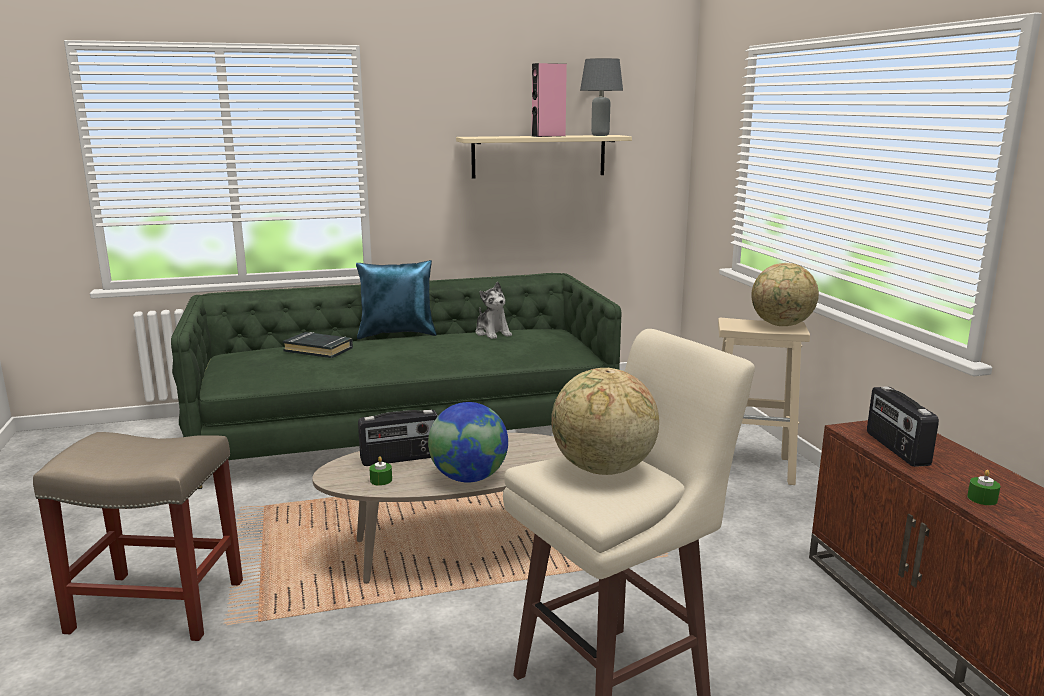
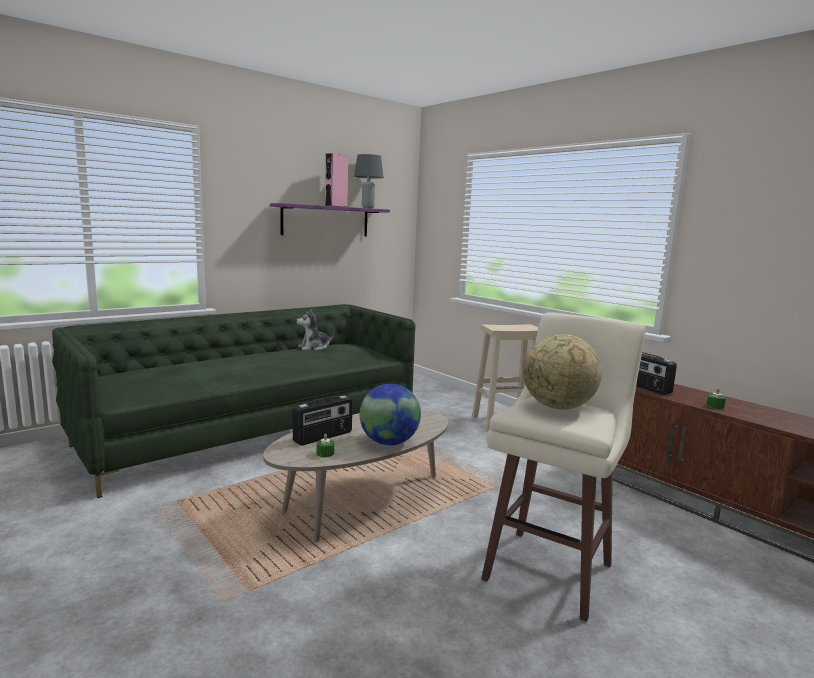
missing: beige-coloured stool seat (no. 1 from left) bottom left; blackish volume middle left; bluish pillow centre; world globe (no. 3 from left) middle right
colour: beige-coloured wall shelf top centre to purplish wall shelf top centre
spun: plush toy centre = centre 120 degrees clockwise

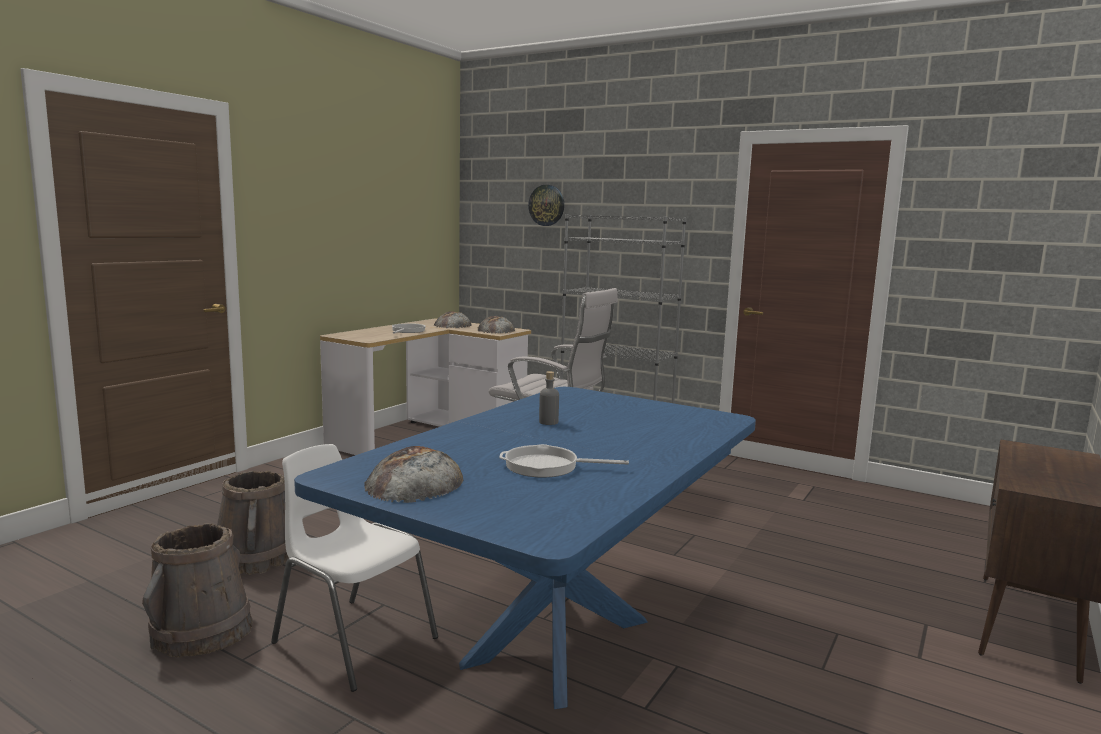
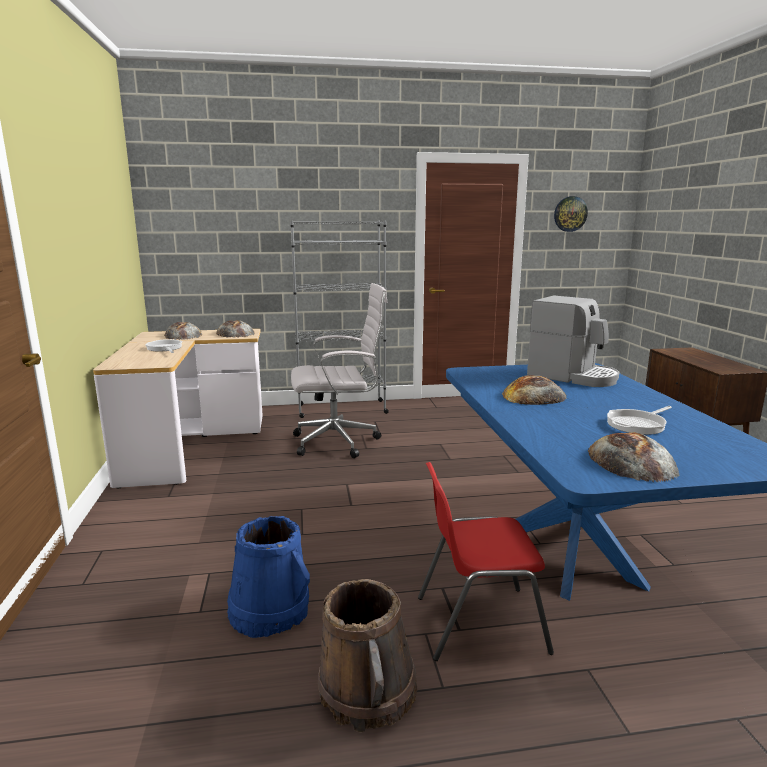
appeared: coffee maker middle right
relocated: hanging clock top centre to top right
exchanged: gray drink bottle centre to bakery bread (no. 3 from left) middle right
colour: brown-coloured pail (no. 2 from left) bottom left to bluish pail bottom centre; white-coloured chair bottom left to red-coloured chair bottom centre

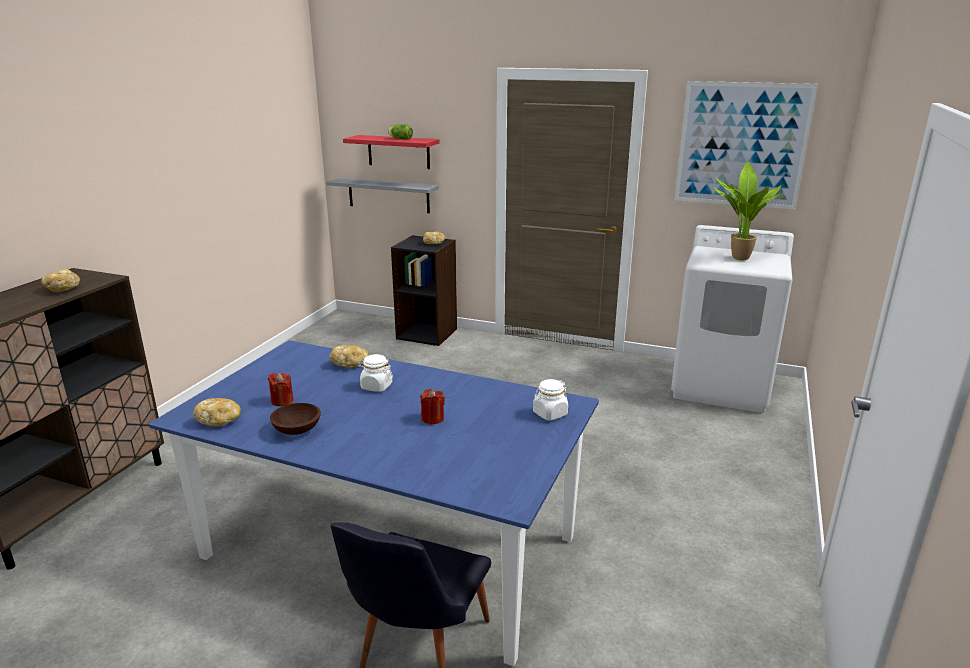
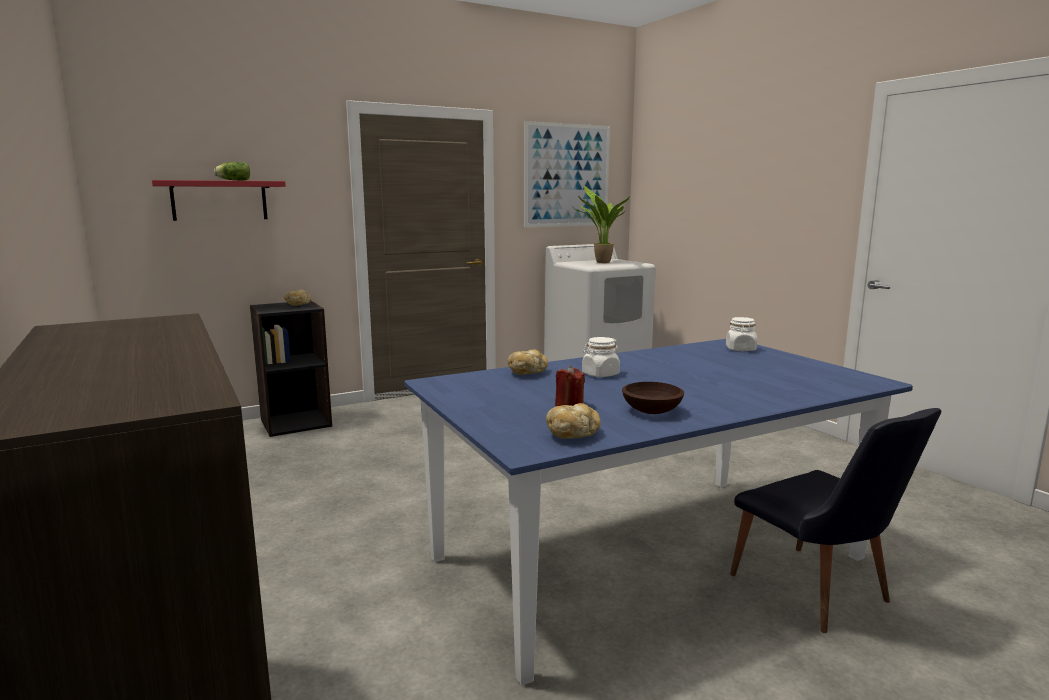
missing: bakery bread (no. 1 from left) middle left; gray wall shelf top centre; red-coloured wax light (no. 2 from left) centre

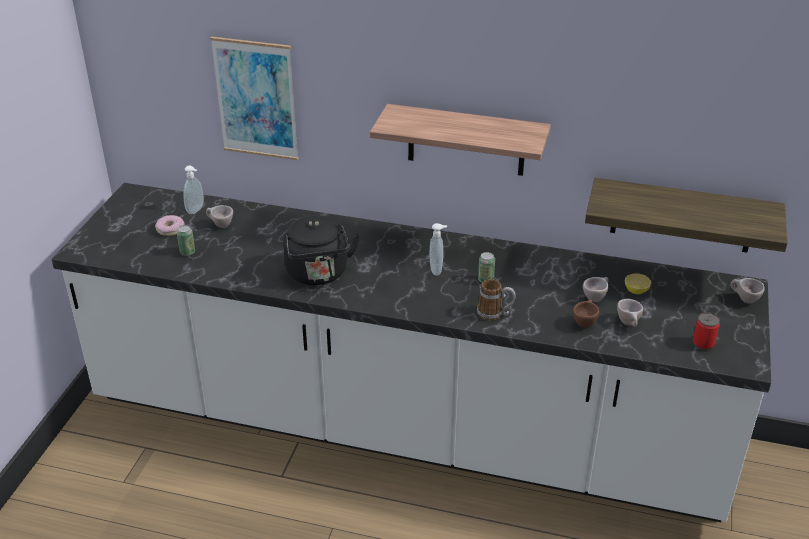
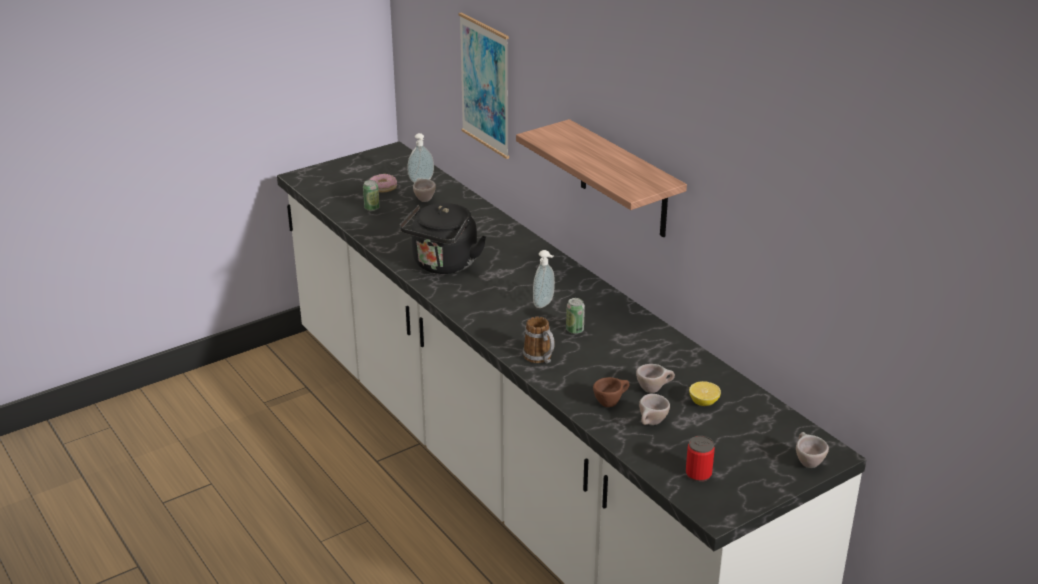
missing: wall shelf (no. 2 from left) middle right

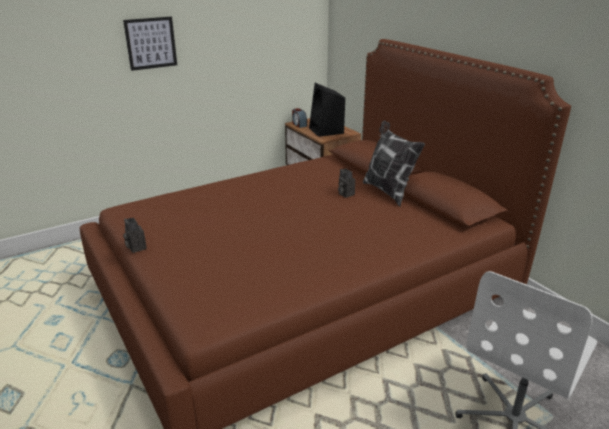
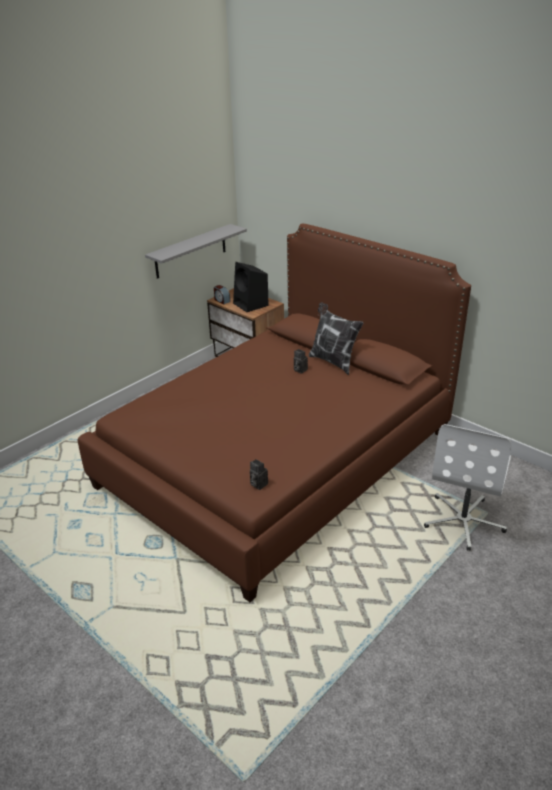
missing: picture top left
appeared: gray wall shelf top centre
relocated: photo camera (no. 1 from left) middle left to centre

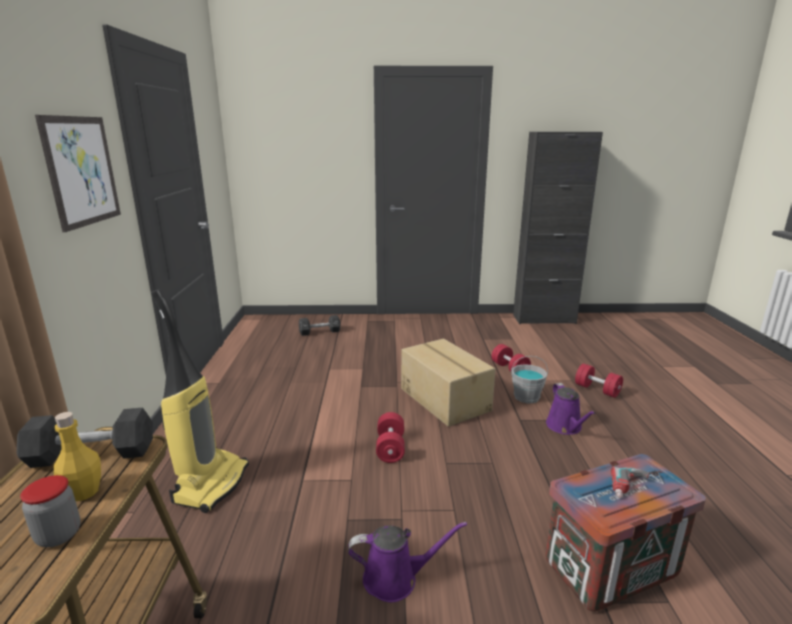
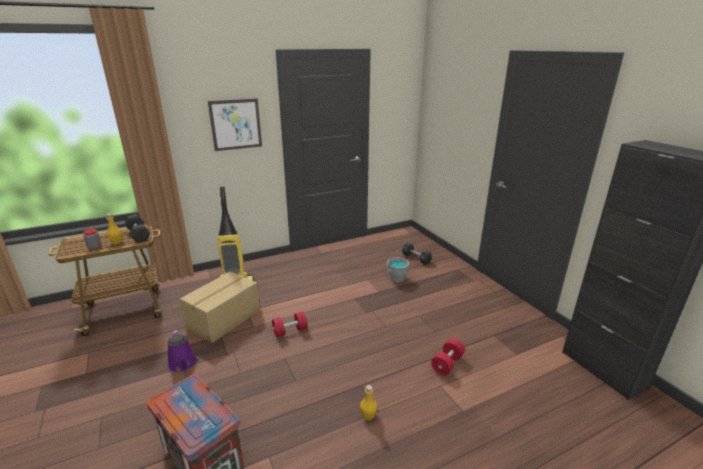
missing: red-coloured dumbbell (no. 3 from left) middle right; electric drill bottom right
relocated: cardboard box centre to middle left; gray pail middle right to centre
exchanged: purplish watering can (no. 2 from left) middle right to yellow drink bottle (no. 2 from left) bottom centre

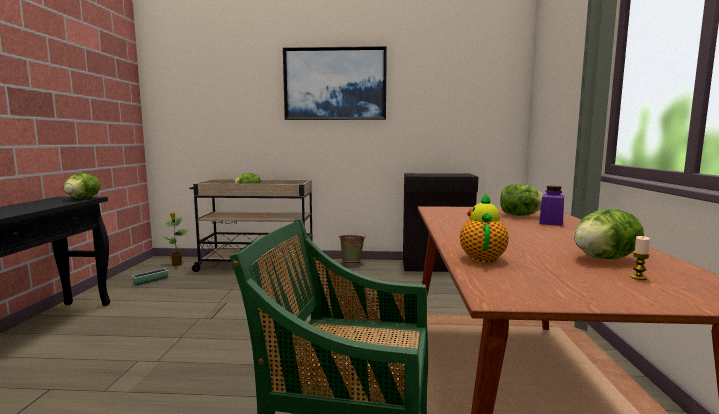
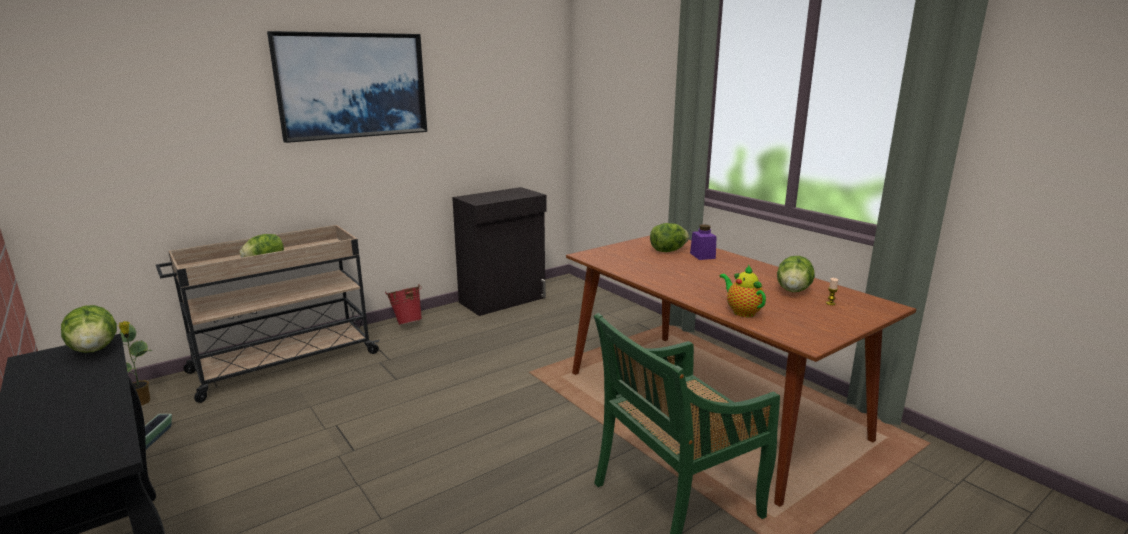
colour: green pail centre to red-coloured pail centre

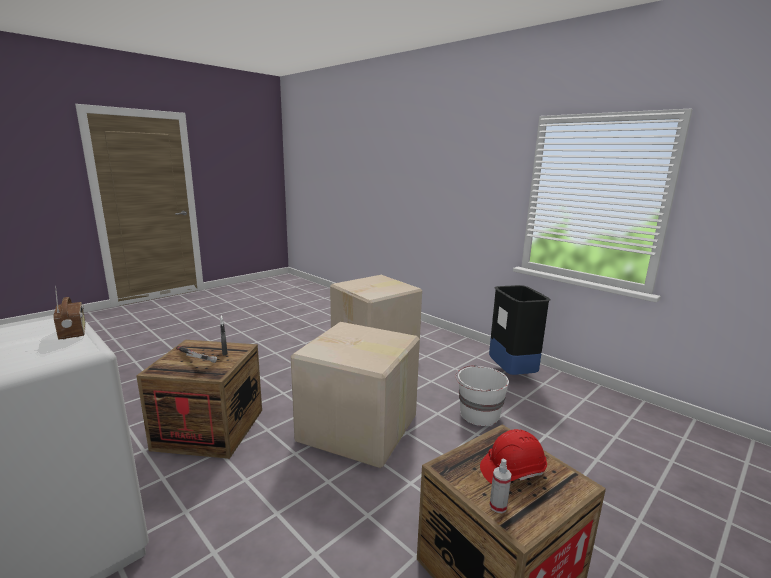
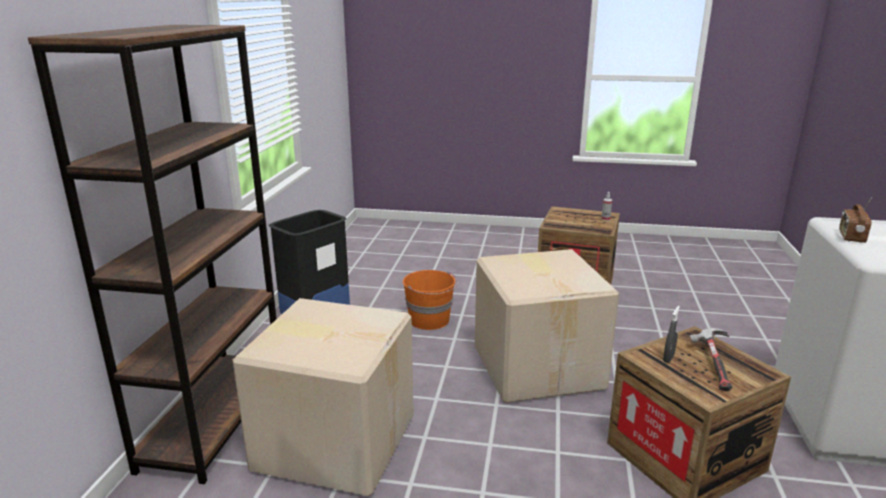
missing: red-coloured safety helmet bottom centre
appeared: brown-coloured bookcase middle left
colour: white-coloured pail bottom centre to orange pail centre

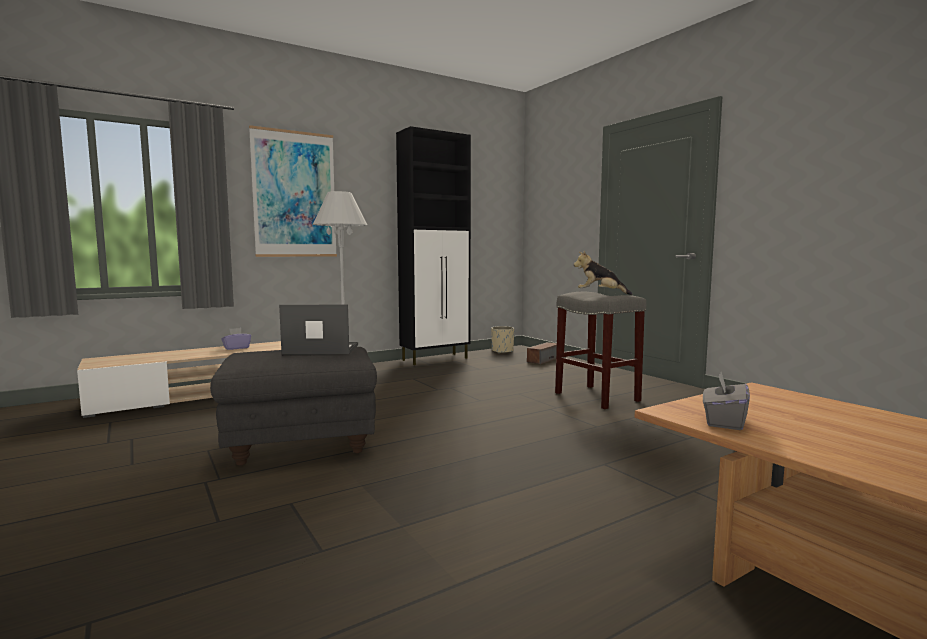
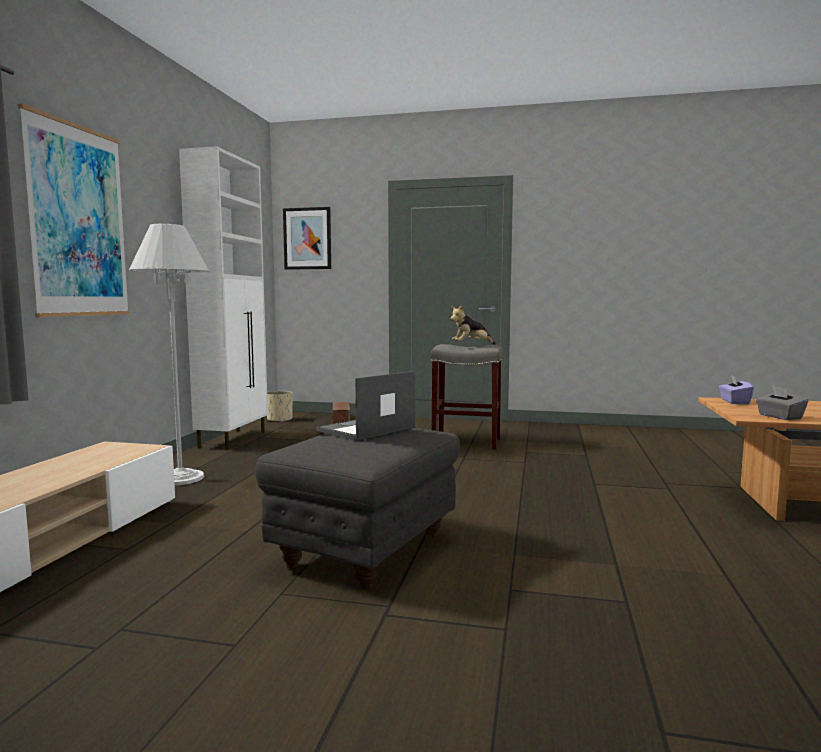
appeared: picture (no. 2 from left) top centre
relocated: purplish box of tissues middle left to middle right
colour: blackish cupboard centre to white-coloured cupboard middle left

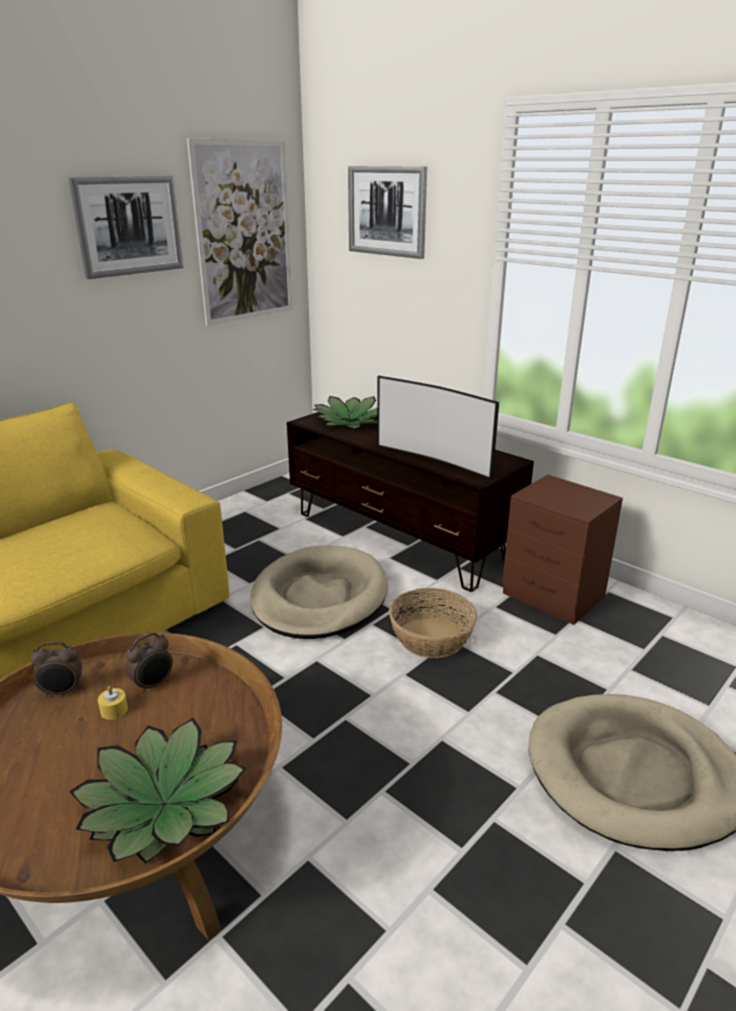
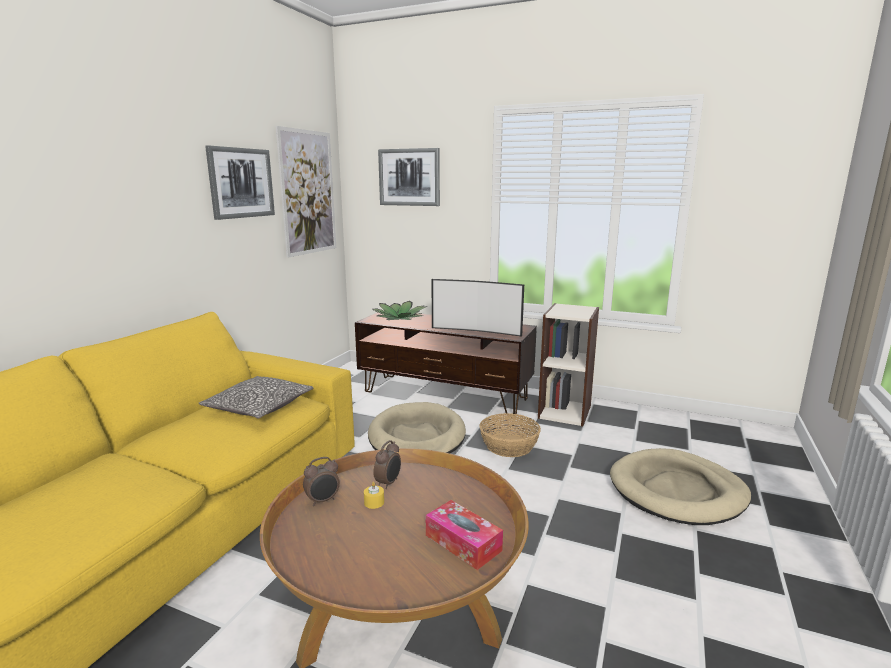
appeared: pillow middle left
exchanged: potted plant (no. 1 from left) bottom left to box of tissues bottom centre; brown-coloured night table middle right to bookcase centre

